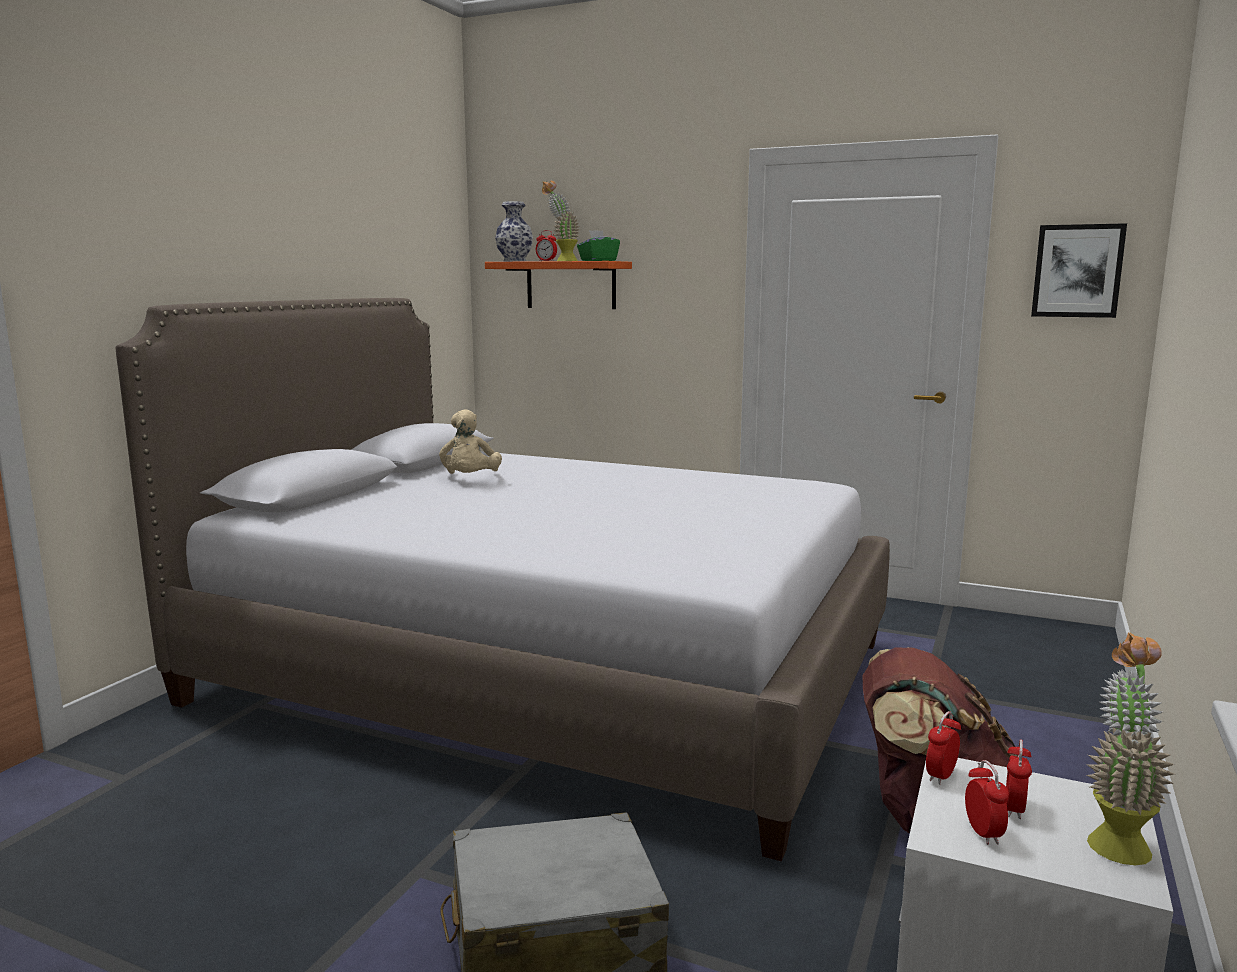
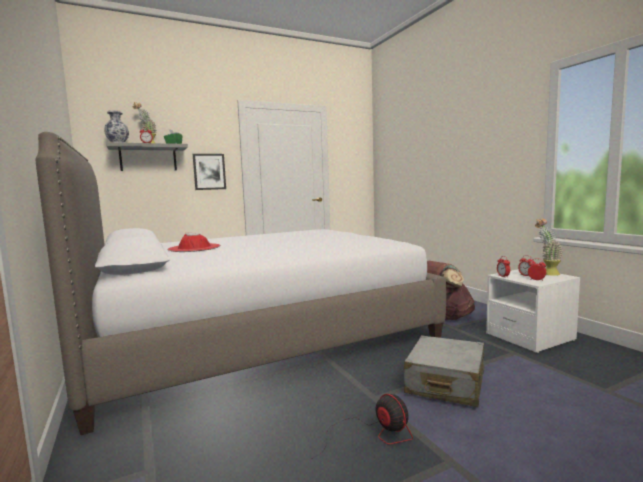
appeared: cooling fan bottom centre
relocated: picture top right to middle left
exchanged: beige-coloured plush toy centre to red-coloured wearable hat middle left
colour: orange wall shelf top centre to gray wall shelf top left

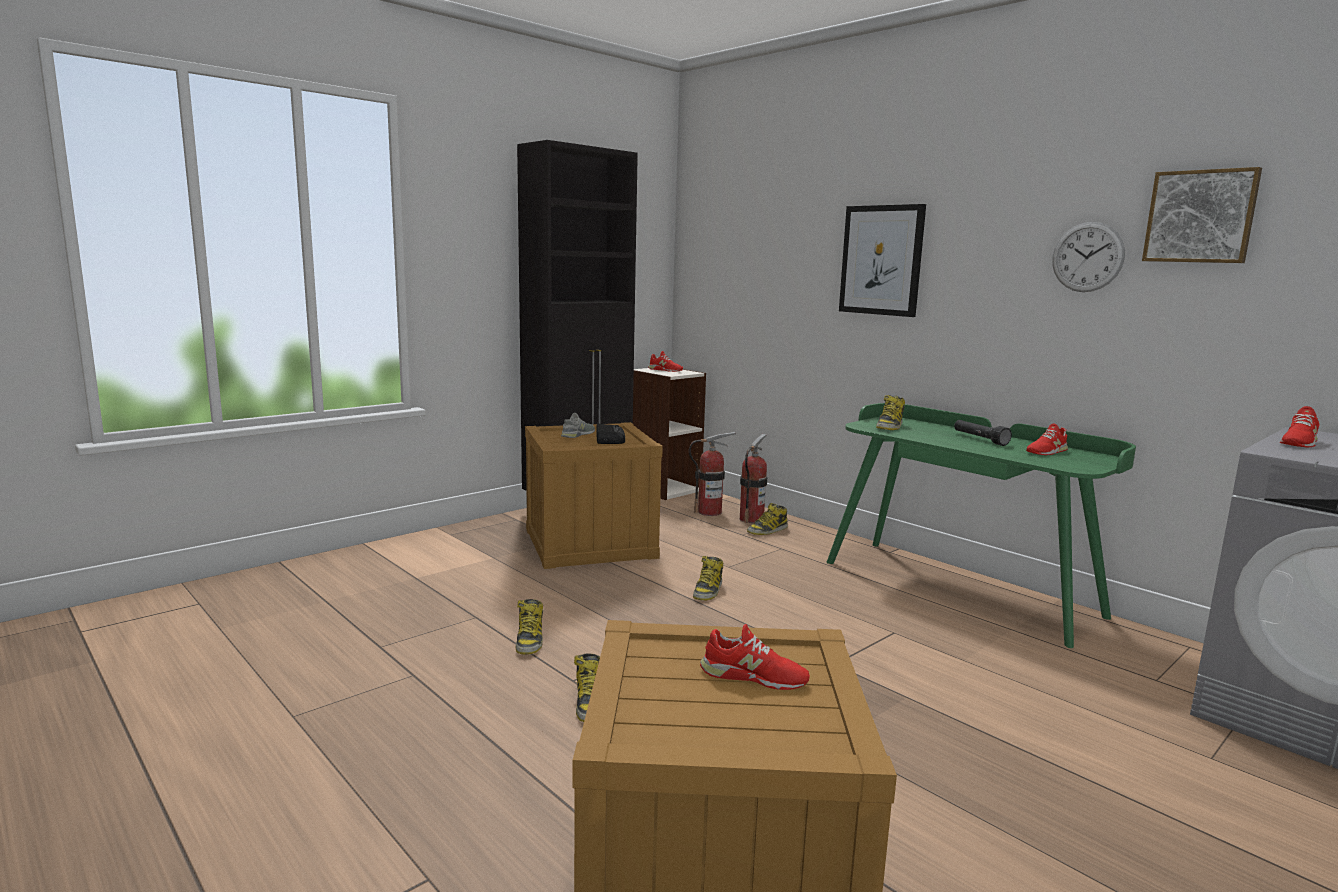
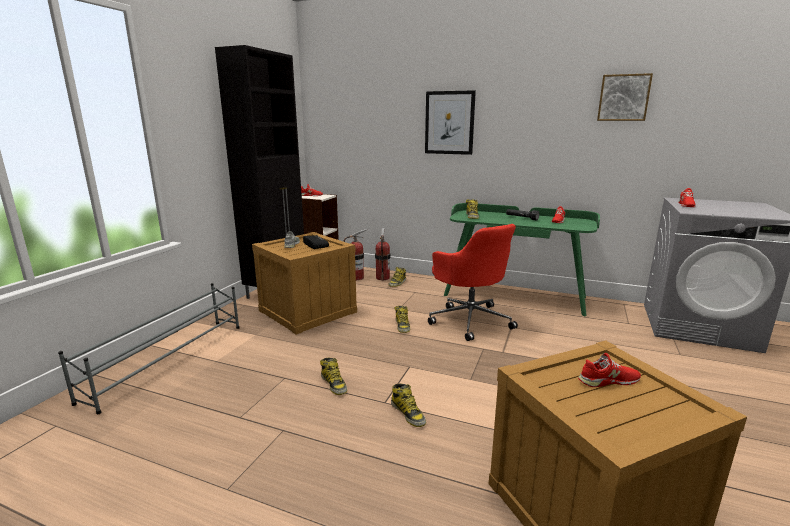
missing: hanging clock top right
appeared: gray shoe stand middle left; red-coloured computer chair centre

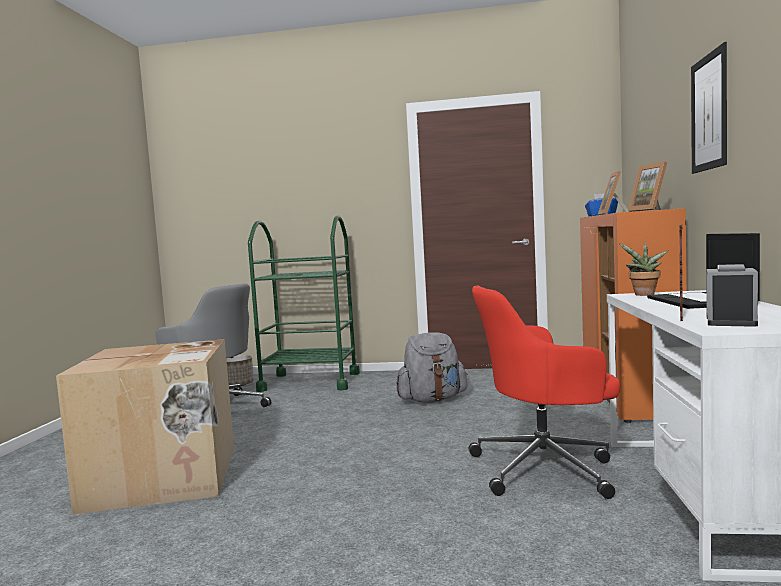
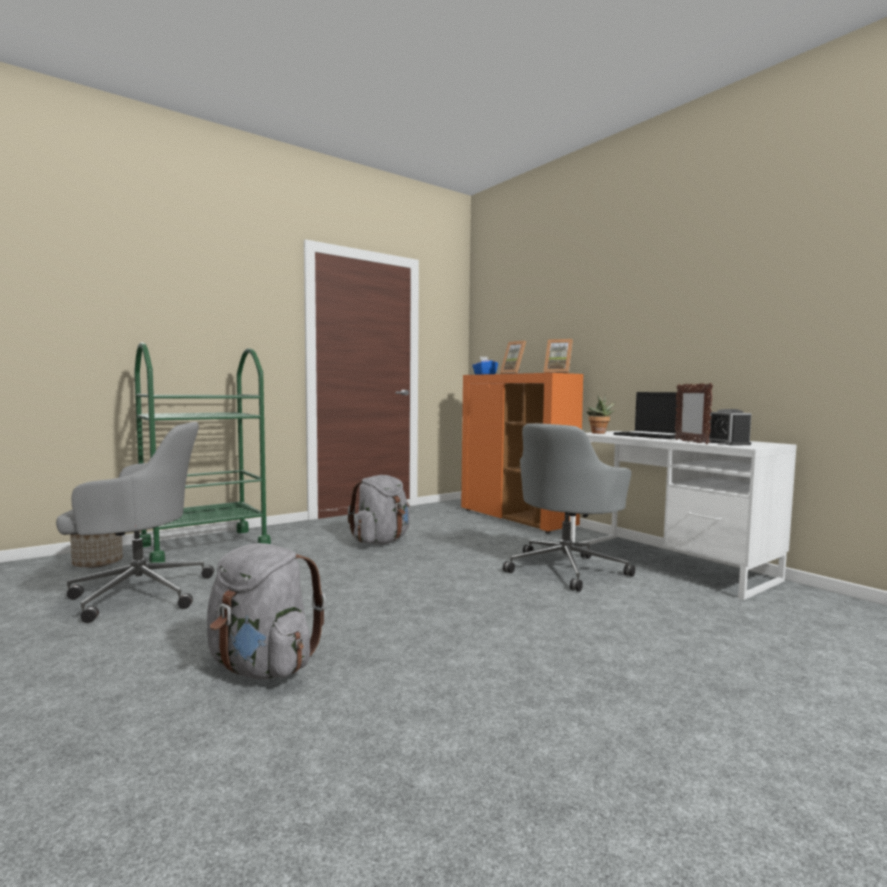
missing: picture top right
exchanged: cardboard box bottom left to gray knapsack (no. 1 from left) bottom left
colour: red-coloured computer chair bottom right to gray computer chair (no. 2 from left) centre

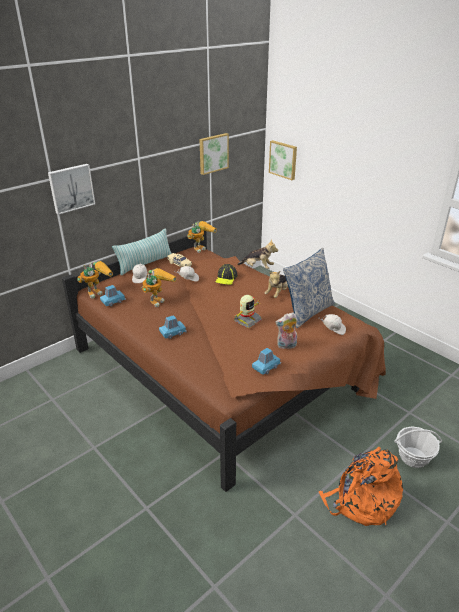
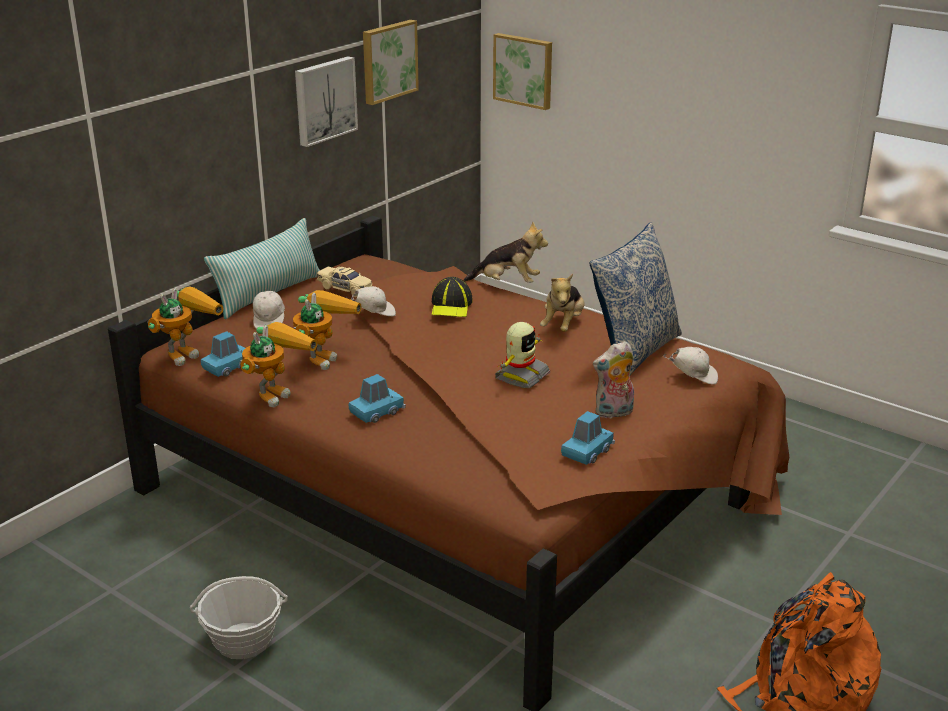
relocated: storage basket bottom right to bottom left; robot figure (no. 3 from left in the first image) centre to robot figure (no. 2 from left) middle left; picture (no. 1 from left) top left to top centre

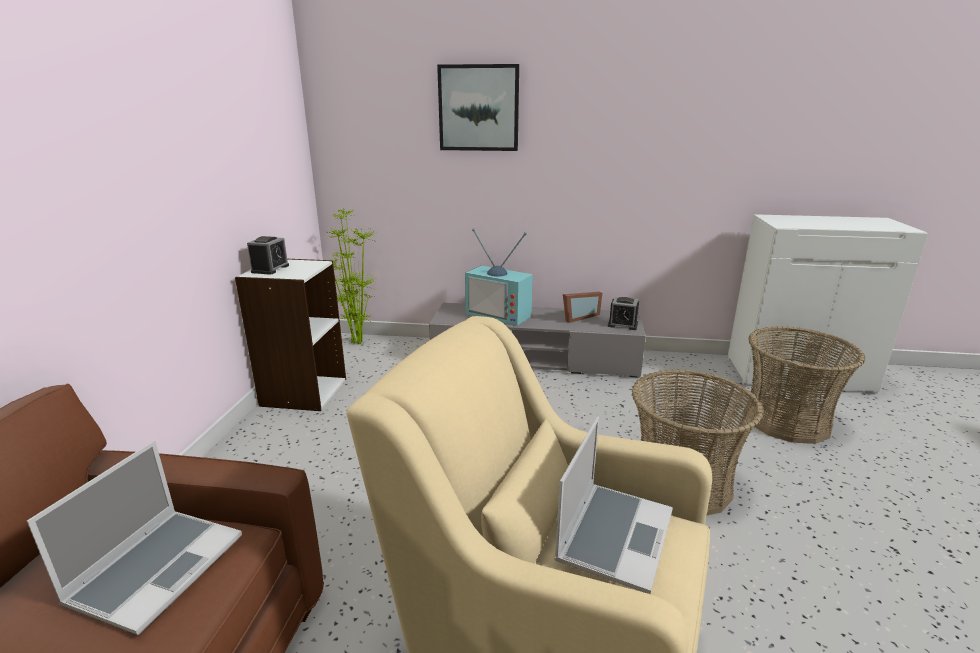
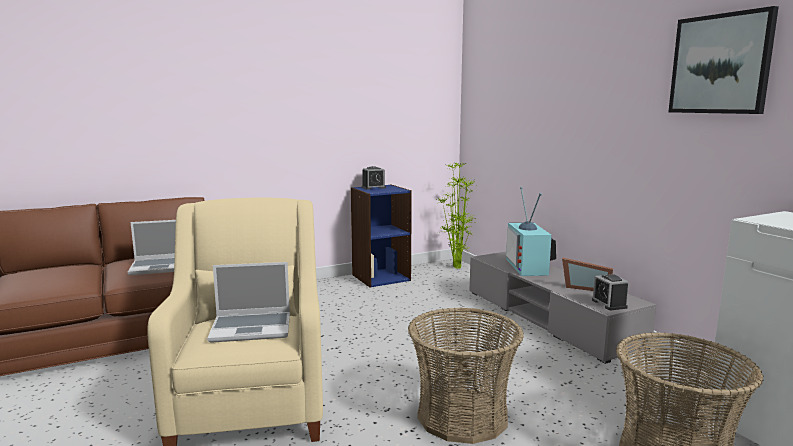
relocated: picture top centre to top right
colour: white-coloured bookcase middle left to bluish bookcase centre

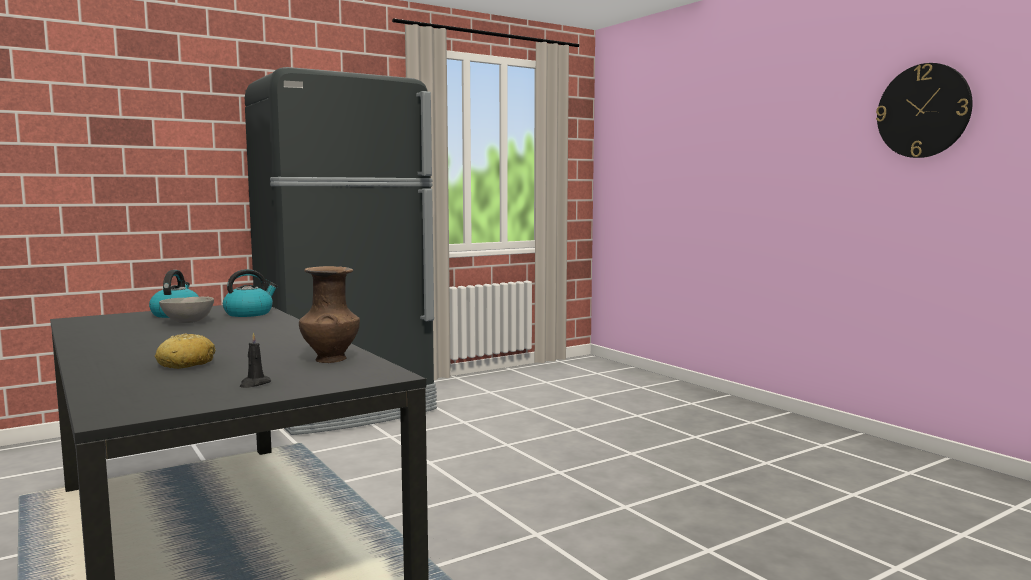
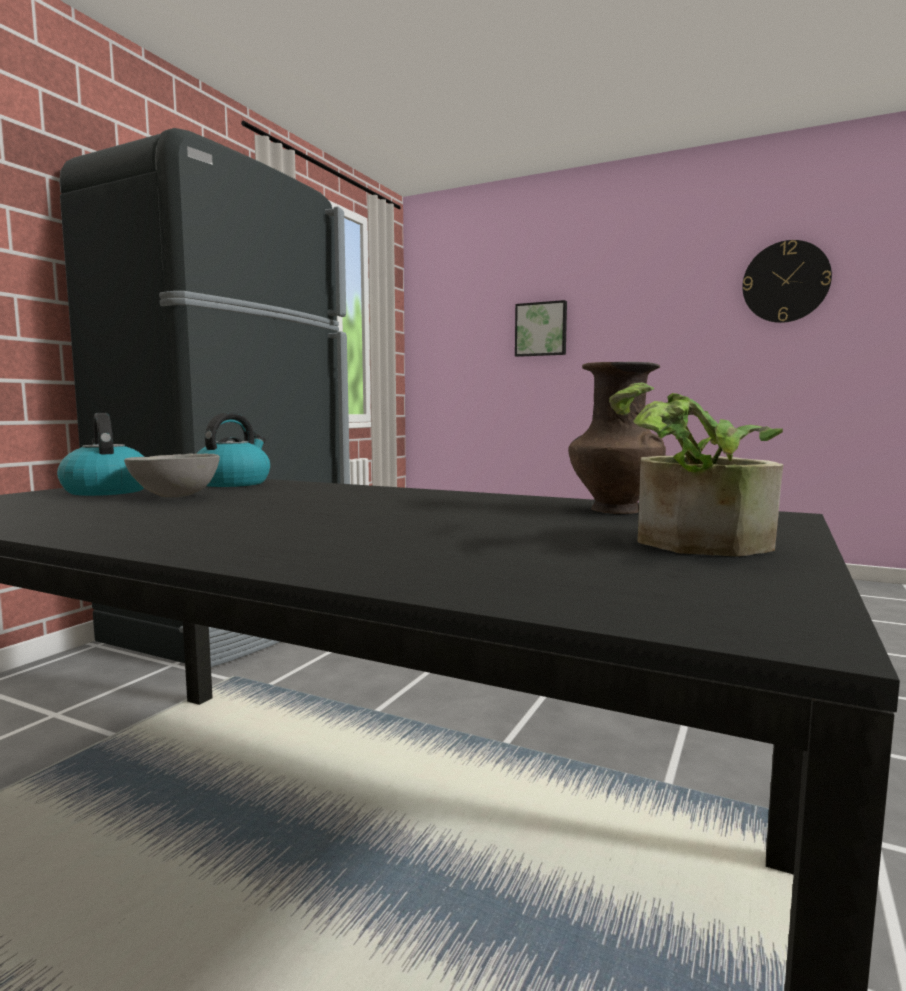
missing: bakery bread middle left
appeared: picture top centre
exchanged: blackish wax light middle left to potted plant middle right

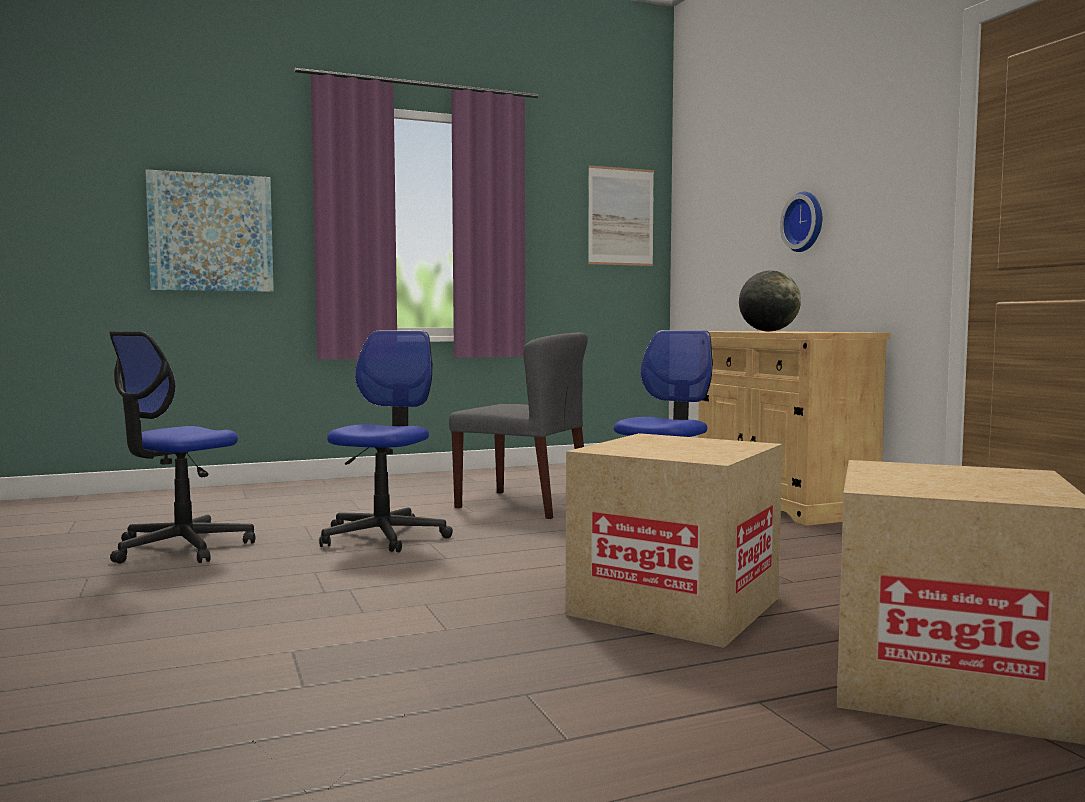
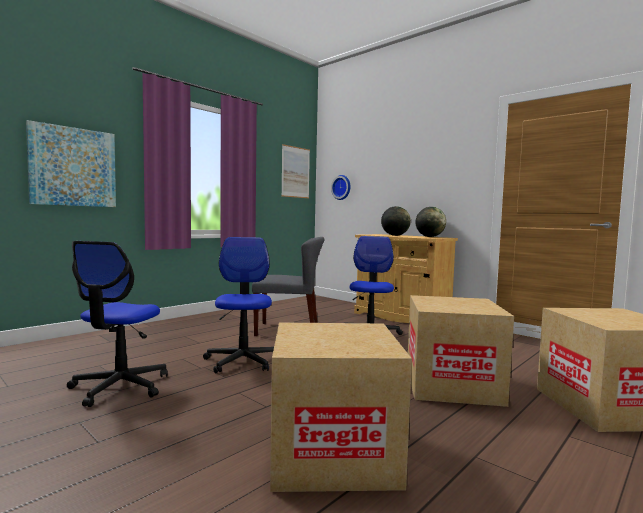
appeared: cardboard box (no. 1 from left) bottom centre; world globe (no. 2 from left) middle right
relocated: hanging clock top right to centre

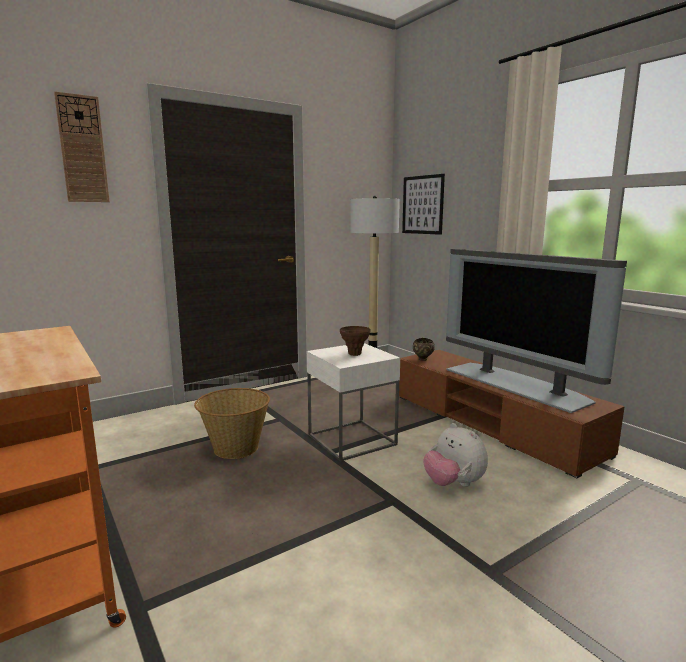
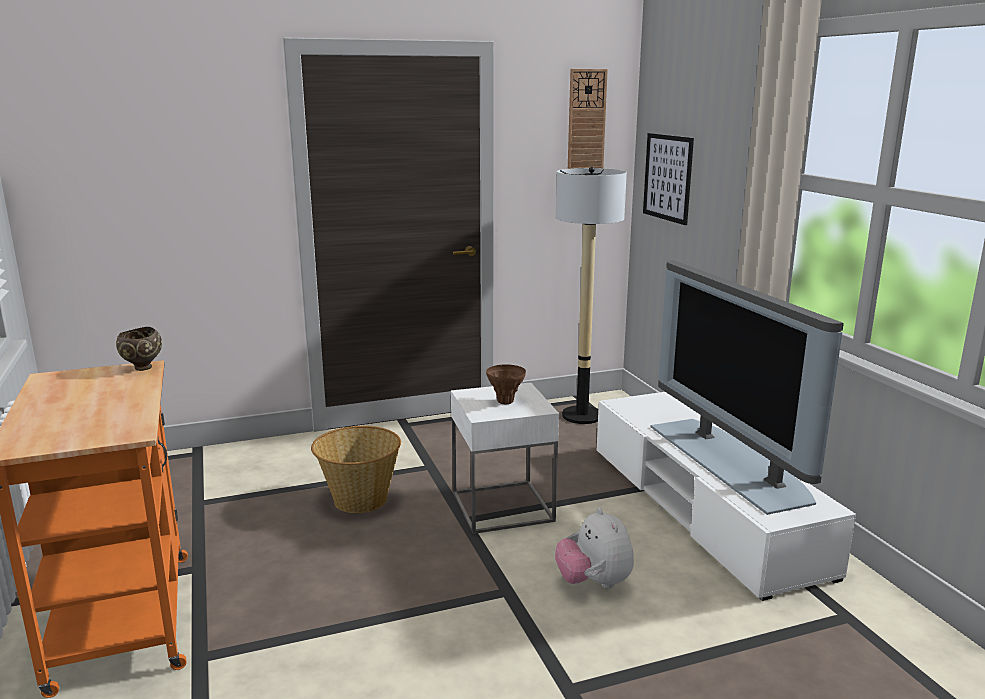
relocated: brown-coloured deep dish centre to middle left; hanging clock top left to top centre
colour: brown-coloured tv unit middle right to white-coloured tv unit bottom right

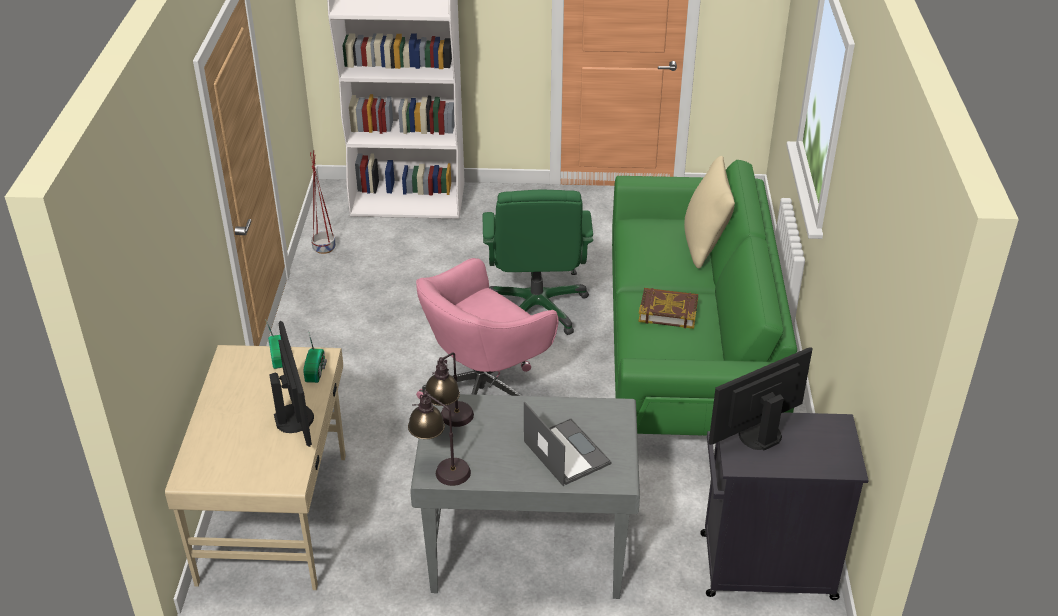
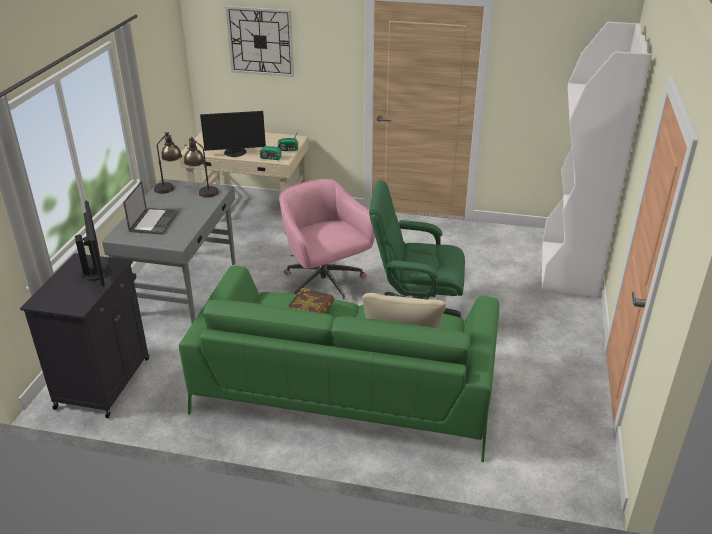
missing: red-coloured planter top left
appeared: hanging clock top centre
spun: notebook computer bottom centre = middle left 60 degrees counterclockwise

